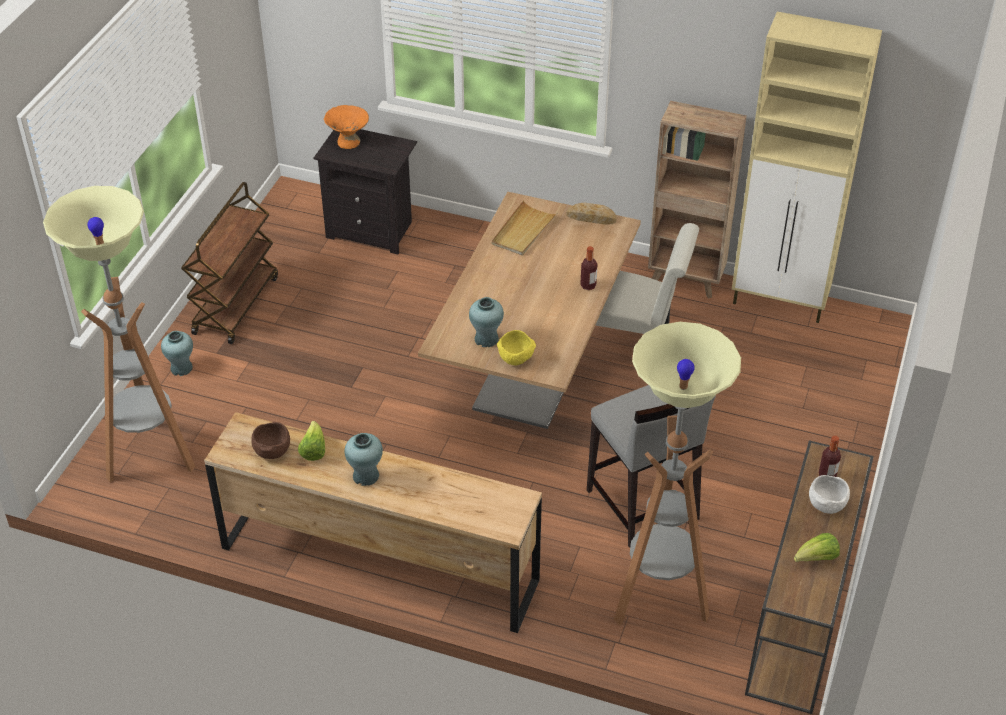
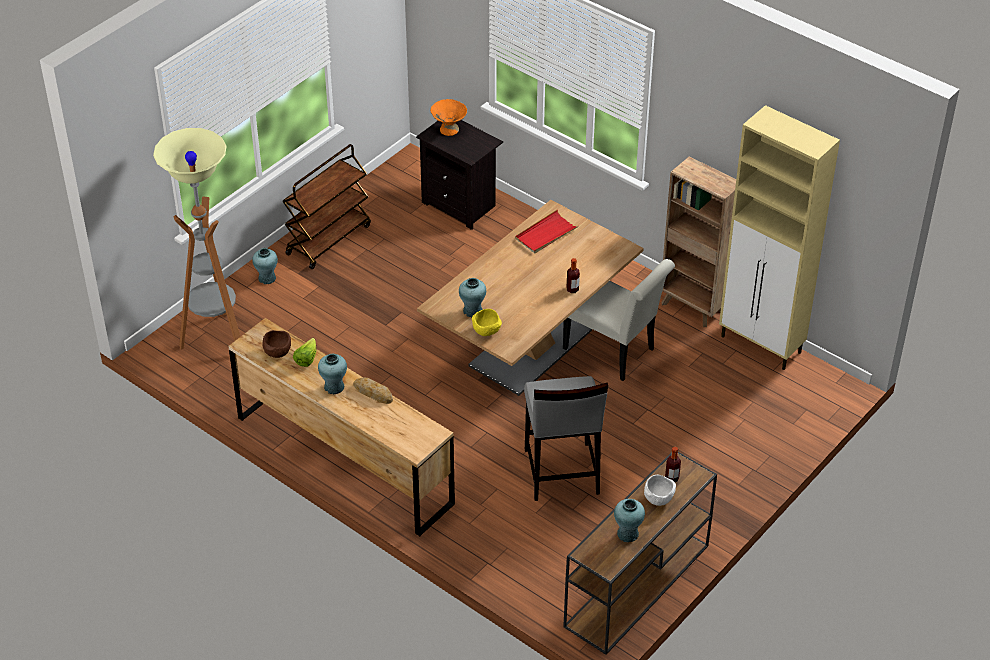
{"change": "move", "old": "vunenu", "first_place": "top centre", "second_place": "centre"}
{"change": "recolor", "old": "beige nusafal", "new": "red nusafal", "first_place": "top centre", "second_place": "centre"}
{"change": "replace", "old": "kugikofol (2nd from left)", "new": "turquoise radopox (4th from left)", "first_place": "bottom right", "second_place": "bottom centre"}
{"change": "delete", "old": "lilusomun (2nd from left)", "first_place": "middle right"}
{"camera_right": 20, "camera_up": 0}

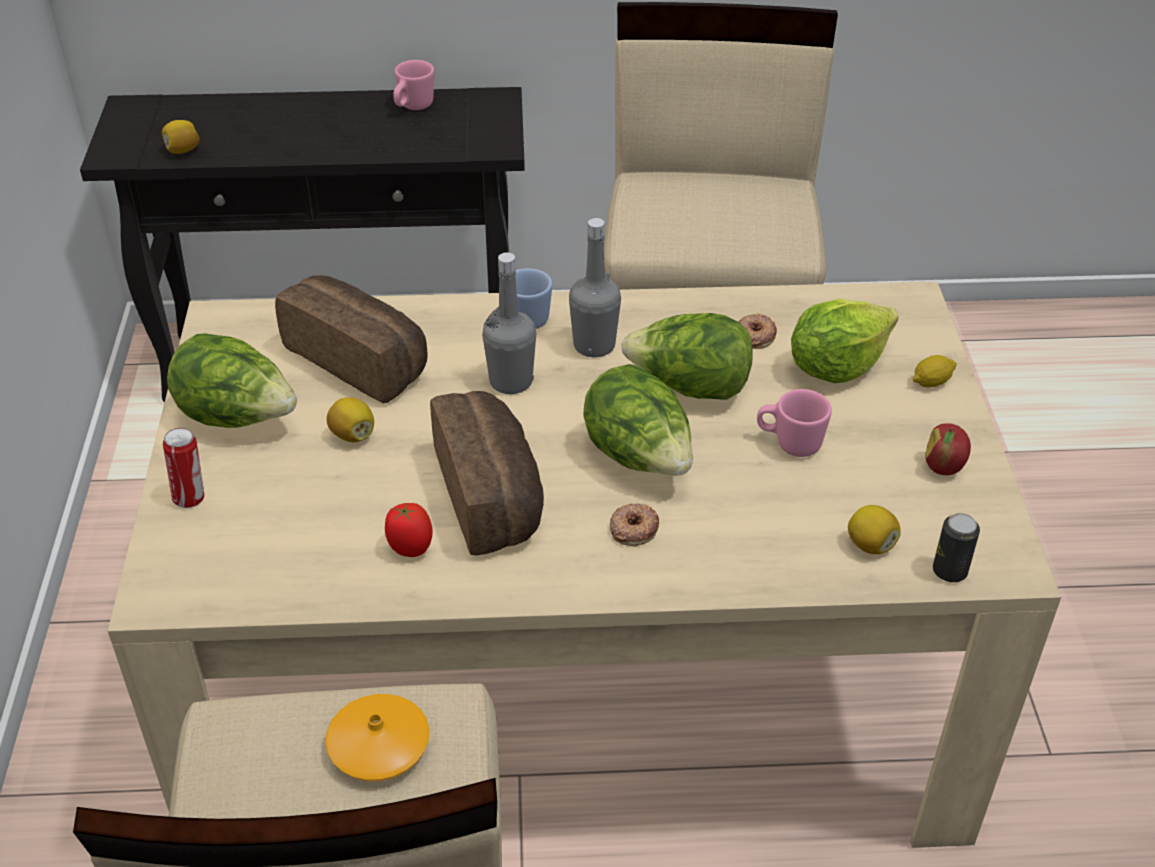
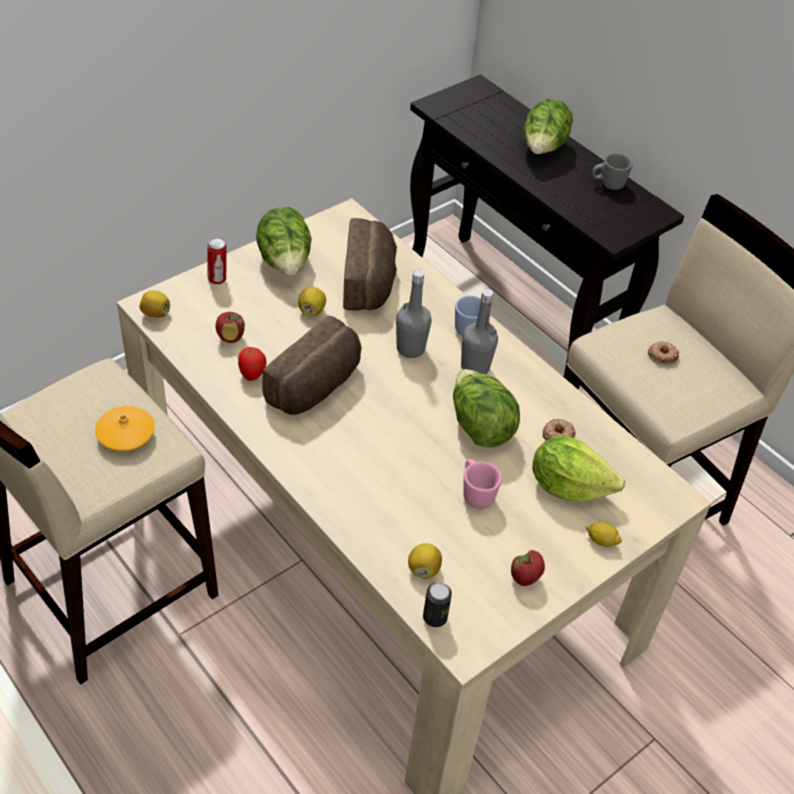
{"change": "move", "old": "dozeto (1st from left)", "first_place": "top left", "second_place": "middle left"}
{"change": "insert", "new": "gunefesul (1st from left)", "second_place": "middle left"}
{"change": "move", "old": "kugikofol (2nd from left in the first image)", "new": "kugikofol (3rd from left)", "first_place": "centre", "second_place": "top right"}
{"change": "recolor", "old": "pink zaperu (1st from left)", "new": "grey zaperu", "first_place": "top centre", "second_place": "top right"}
{"change": "move", "old": "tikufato (1st from left in the first image)", "new": "tikufato (2nd from left)", "first_place": "centre", "second_place": "middle right"}
{"camera_right": 50, "camera_up": 5}

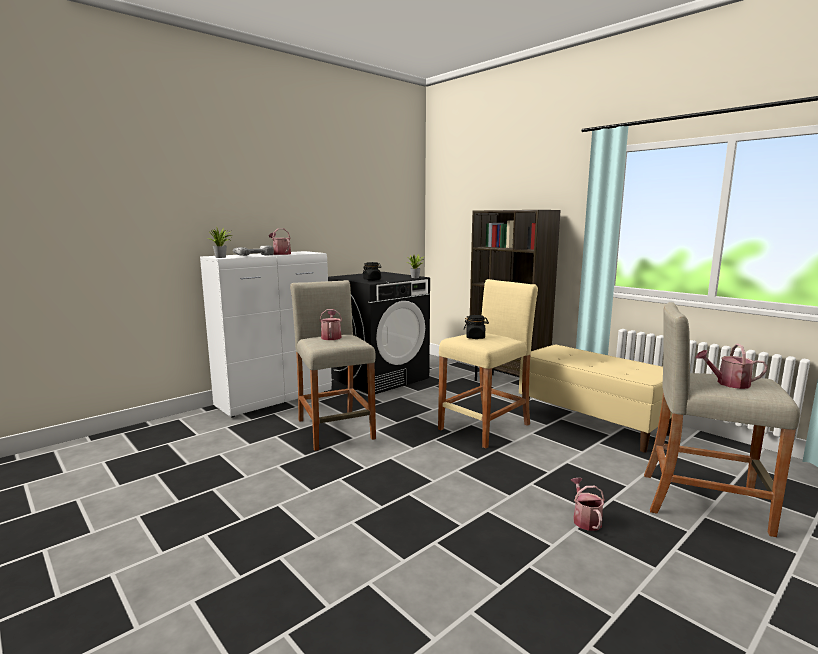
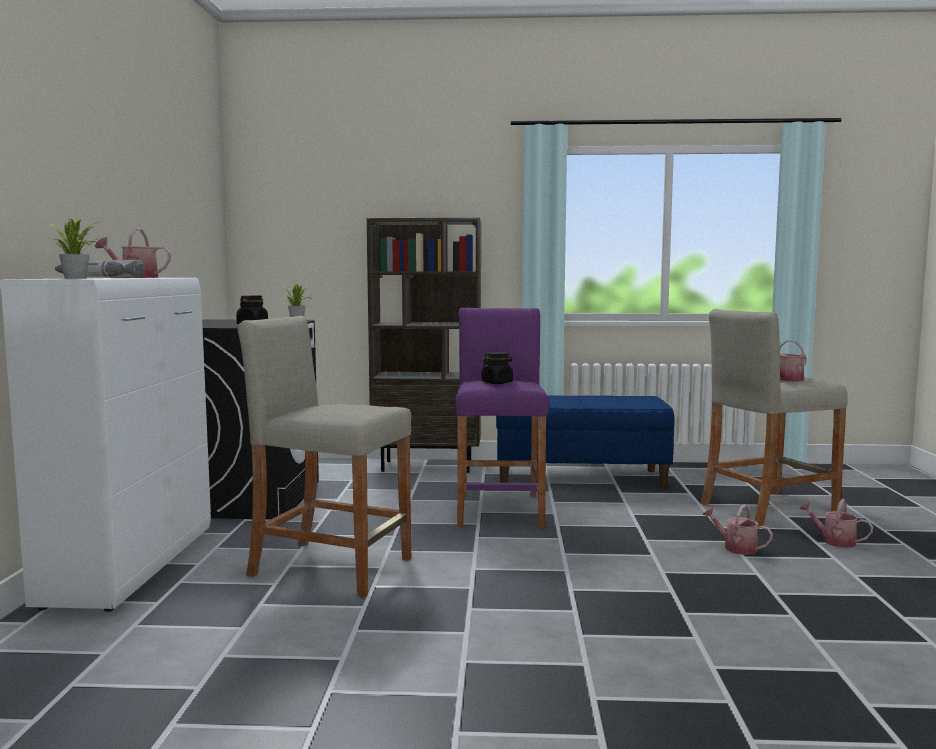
{"change": "recolor", "old": "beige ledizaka (2nd from left)", "new": "purple ledizaka", "first_place": "centre", "second_place": "centre"}
{"change": "recolor", "old": "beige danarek", "new": "blue danarek", "first_place": "middle right", "second_place": "centre"}
{"change": "move", "old": "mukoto (2nd from left in the first image)", "new": "mukoto (4th from left)", "first_place": "centre", "second_place": "bottom right"}
{"camera_right": -45, "camera_up": -5}

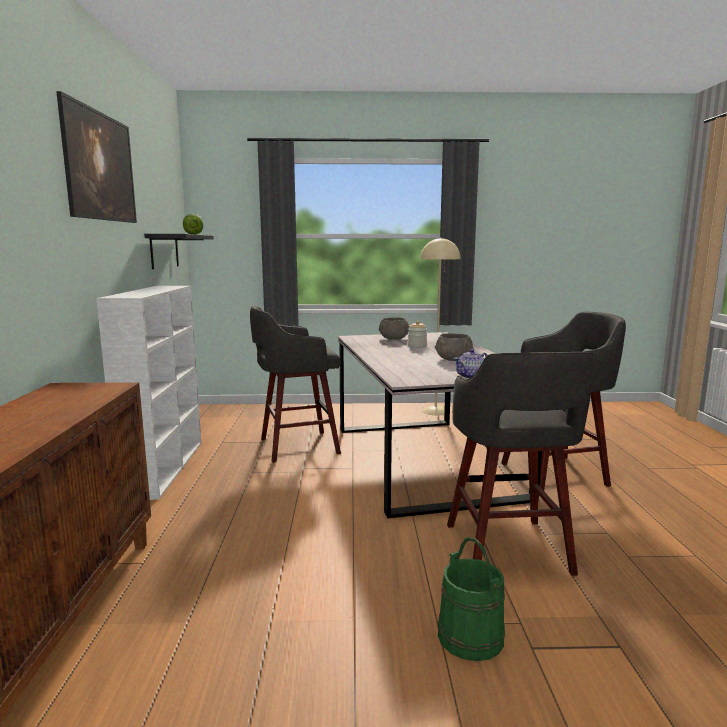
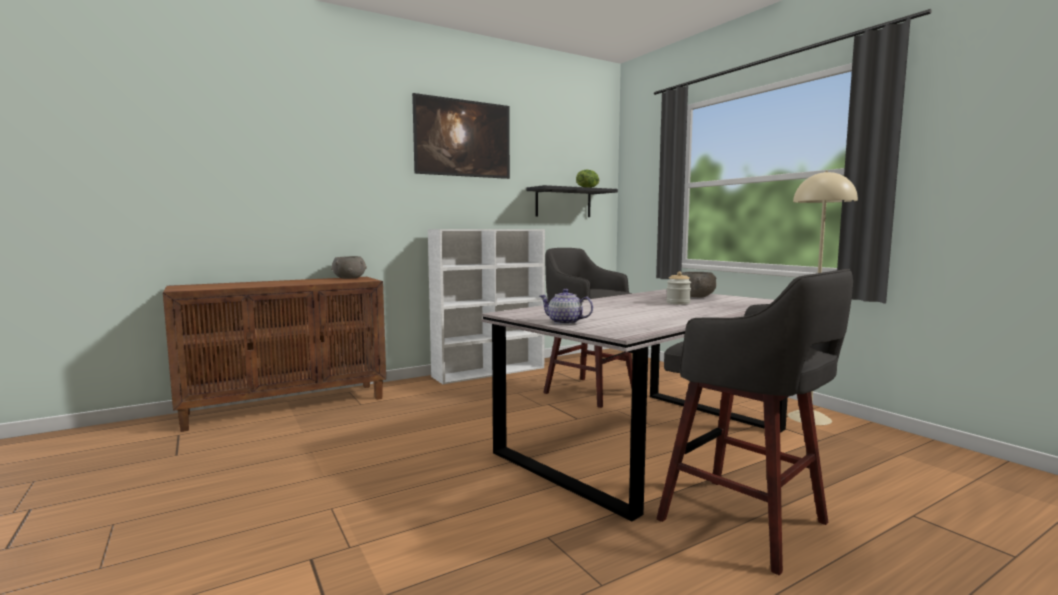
{"change": "move", "old": "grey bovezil (2nd from left in the first image)", "new": "grey bovezil (1st from left)", "first_place": "centre", "second_place": "middle left"}
{"change": "delete", "old": "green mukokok", "first_place": "bottom centre"}
{"change": "delete", "old": "grey ledizaka (2nd from left)", "first_place": "middle right"}
{"camera_right": 60, "camera_up": -5}

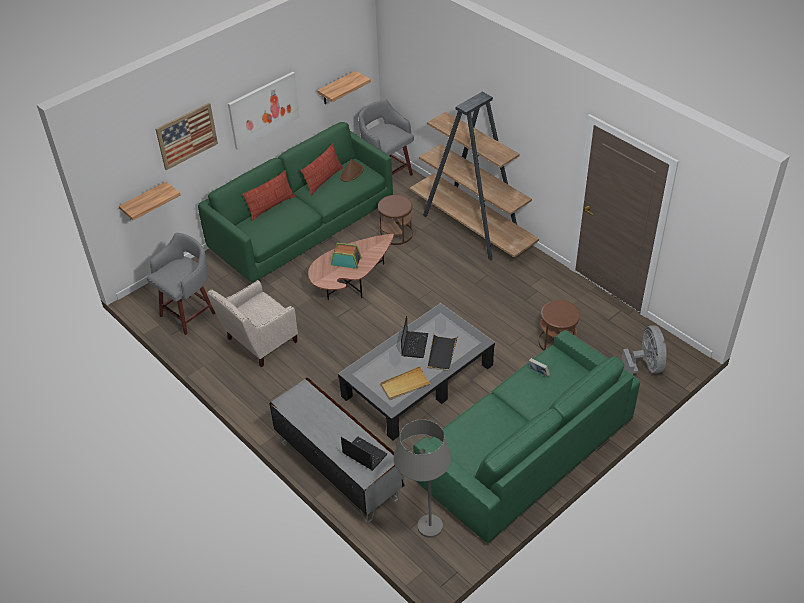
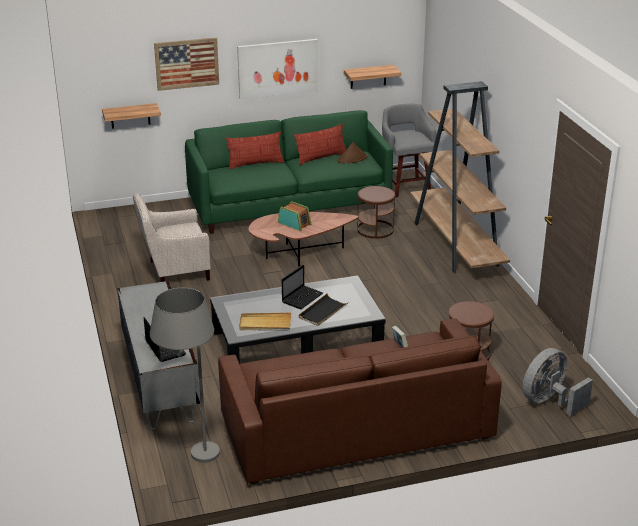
{"change": "recolor", "old": "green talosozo (2nd from left)", "new": "brown talosozo", "first_place": "bottom centre", "second_place": "bottom centre"}
{"change": "rotate", "old": "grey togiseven", "first_place": "middle right", "second_place": "bottom right", "degrees": -150}
{"change": "delete", "old": "grey ledizaka (1st from left)", "first_place": "middle left"}
{"camera_right": 25, "camera_up": -15}

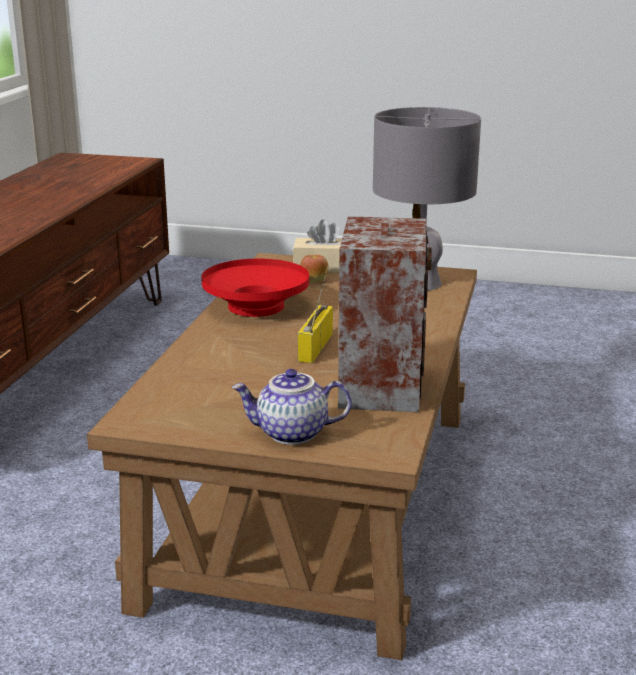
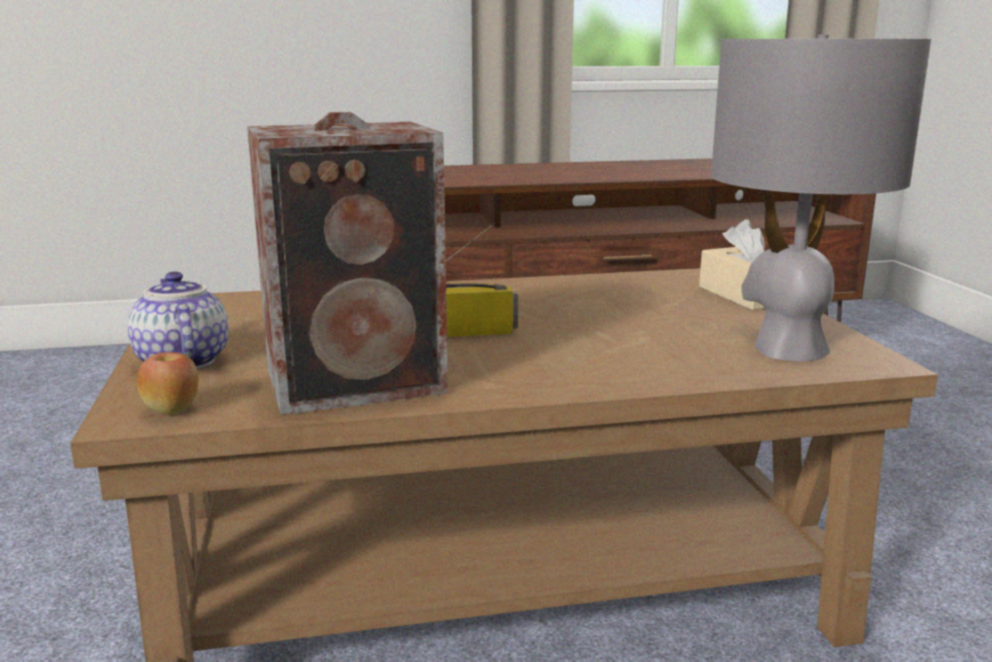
{"change": "move", "old": "gunefesul", "first_place": "centre", "second_place": "middle left"}
{"change": "delete", "old": "red bovezil", "first_place": "centre"}
{"camera_right": 65, "camera_up": -5}

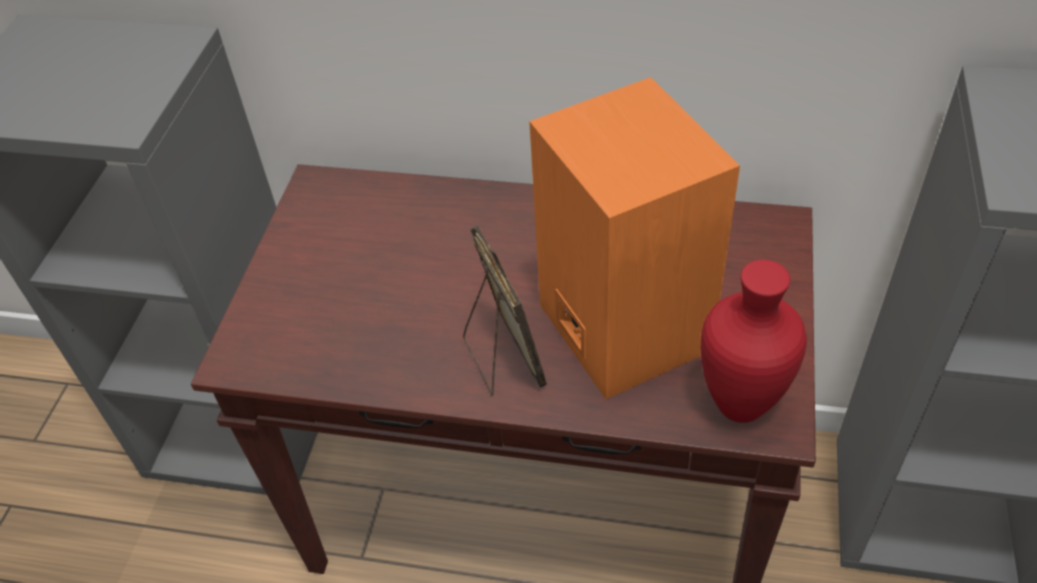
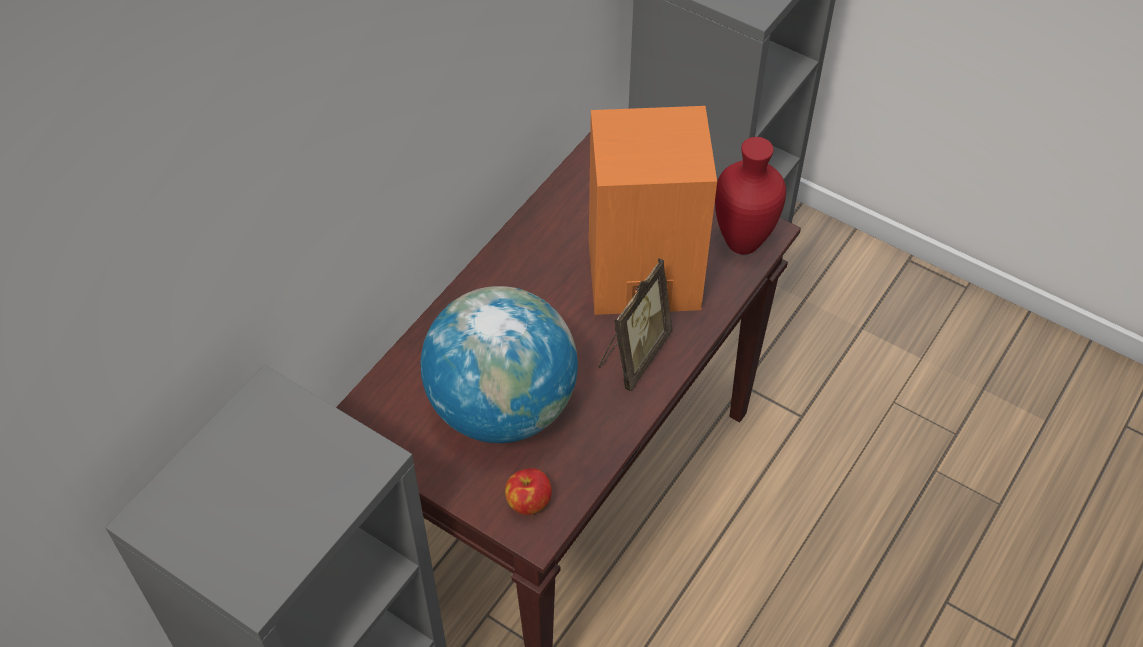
{"change": "insert", "new": "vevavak", "second_place": "centre"}
{"change": "insert", "new": "gunefesul", "second_place": "bottom centre"}
{"change": "rotate", "old": "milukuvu", "first_place": "centre", "second_place": "centre", "degrees": 120}
{"camera_right": -70, "camera_up": 5}

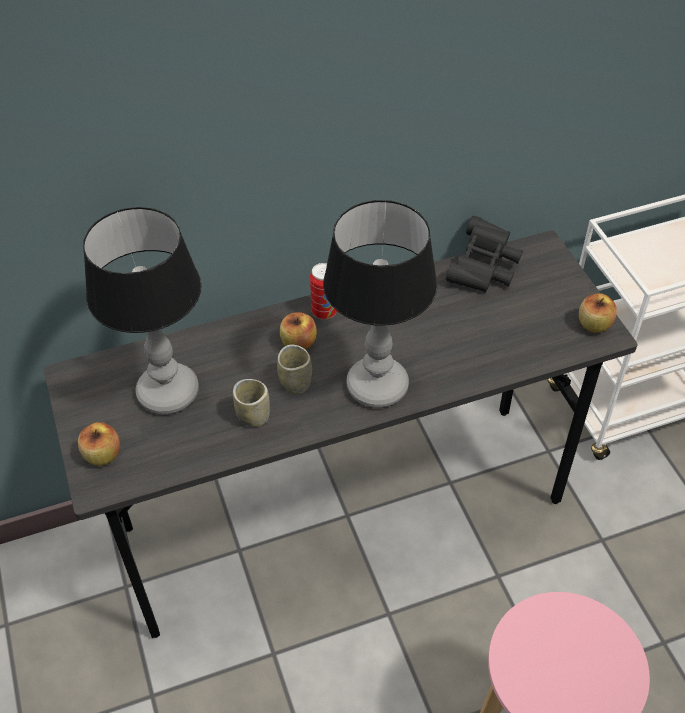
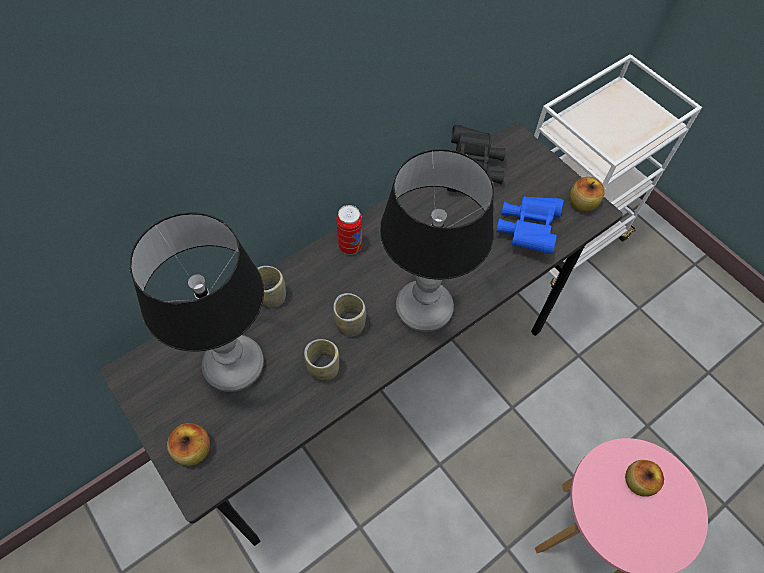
{"change": "insert", "new": "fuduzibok (1st from left)", "second_place": "centre"}
{"change": "insert", "new": "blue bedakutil", "second_place": "middle right"}
{"change": "move", "old": "gunefesul (2nd from left in the first image)", "new": "gunefesul (3rd from left)", "first_place": "centre", "second_place": "bottom right"}
{"camera_right": -20, "camera_up": 10}

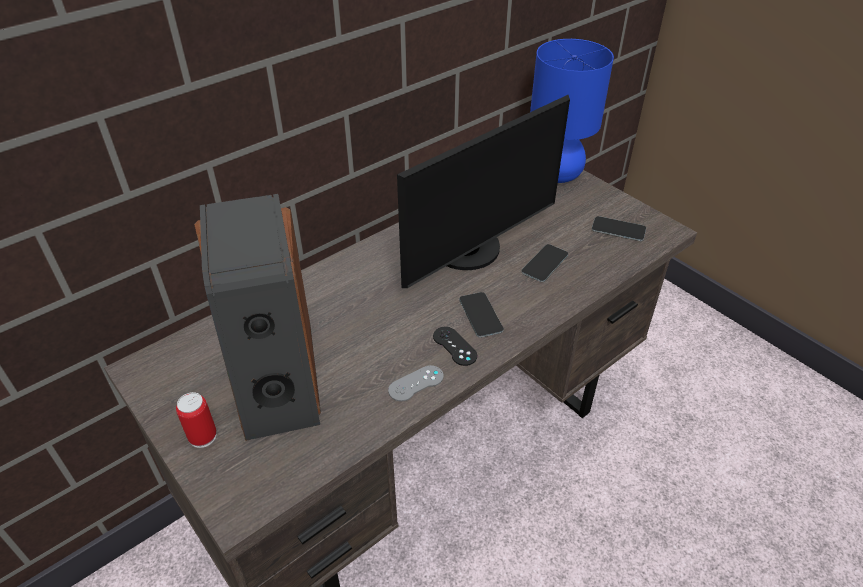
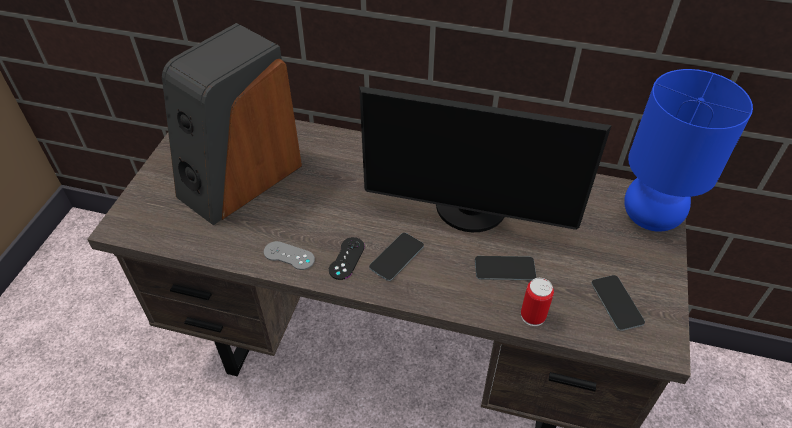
{"change": "move", "old": "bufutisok", "first_place": "bottom left", "second_place": "bottom right"}
{"camera_right": 55, "camera_up": 5}

